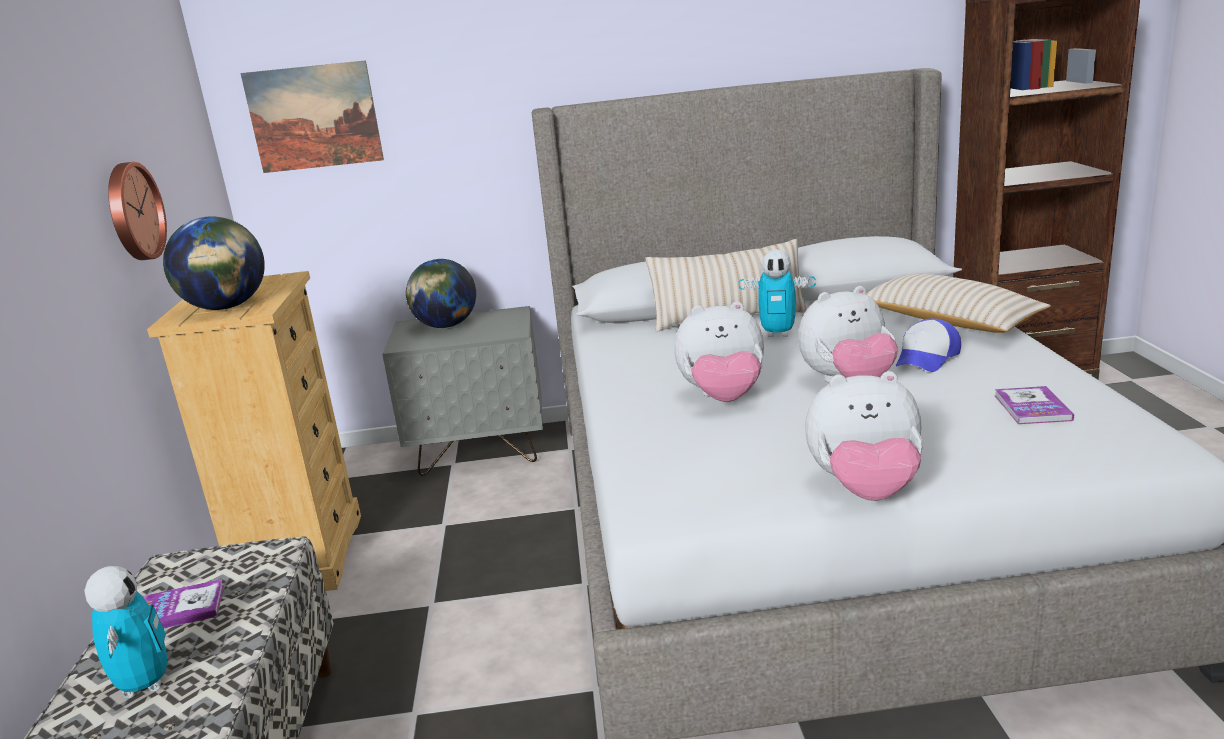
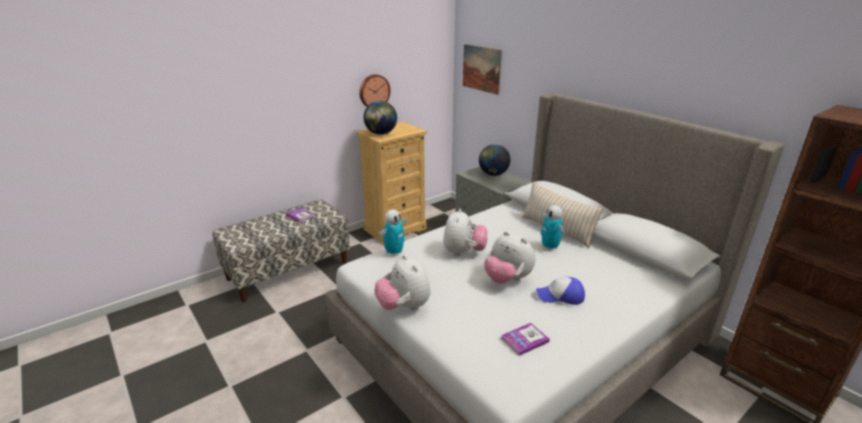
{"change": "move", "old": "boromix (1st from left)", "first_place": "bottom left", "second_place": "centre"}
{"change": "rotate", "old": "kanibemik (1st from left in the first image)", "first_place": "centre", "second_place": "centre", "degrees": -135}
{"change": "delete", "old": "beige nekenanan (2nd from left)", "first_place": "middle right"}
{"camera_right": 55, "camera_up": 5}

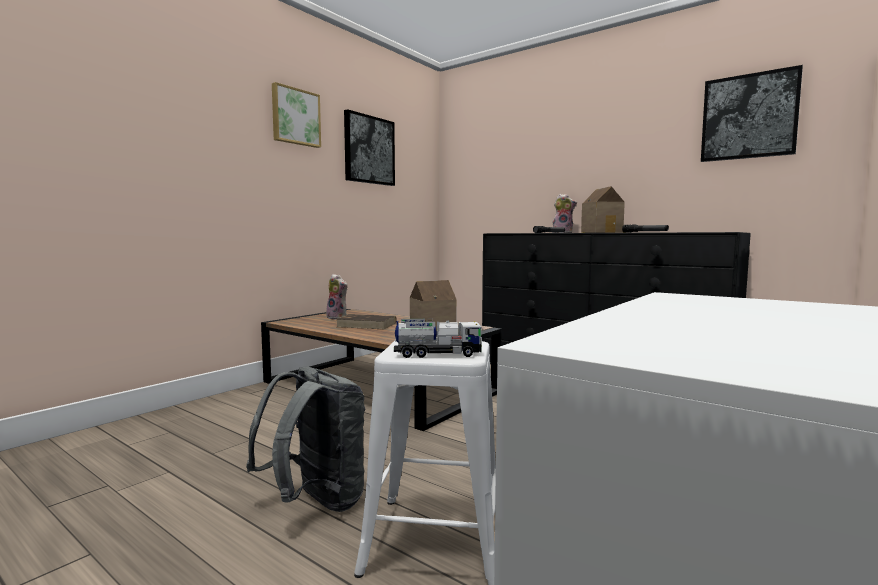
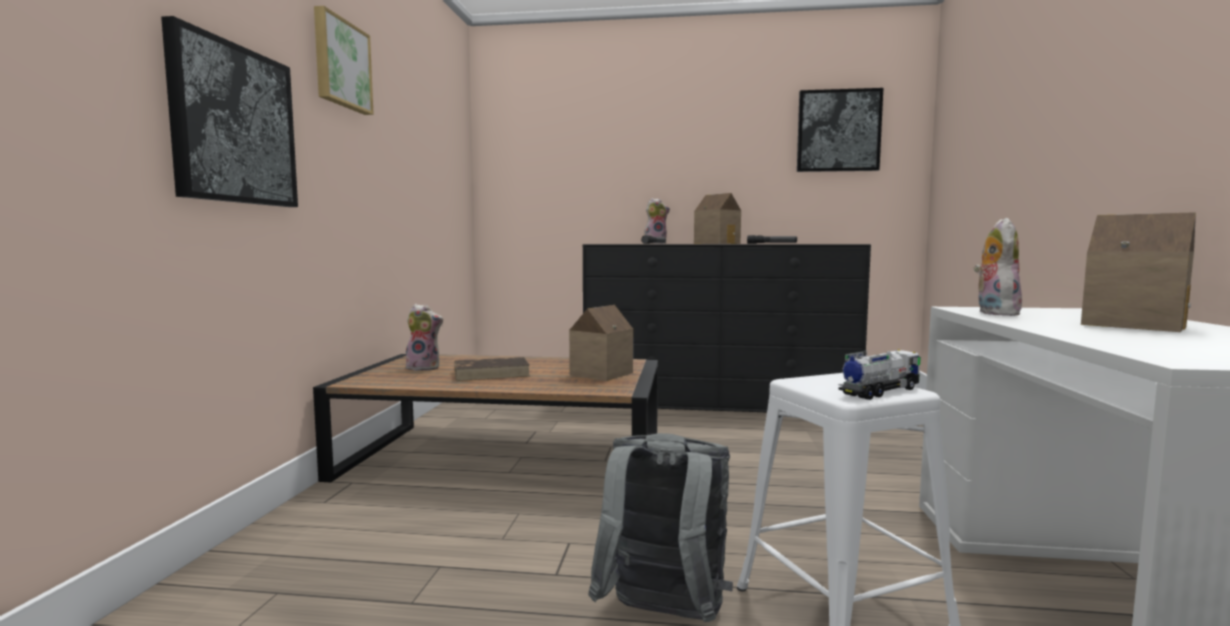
{"change": "move", "old": "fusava (2nd from left in the first image)", "new": "fusava (1st from left)", "first_place": "top centre", "second_place": "top left"}
{"change": "insert", "new": "kanibemik (3rd from left)", "second_place": "middle right"}
{"change": "insert", "new": "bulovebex (3rd from left)", "second_place": "middle right"}
{"camera_right": -30, "camera_up": 0}

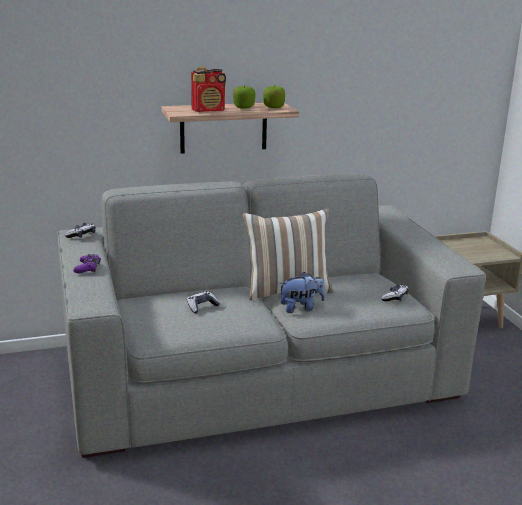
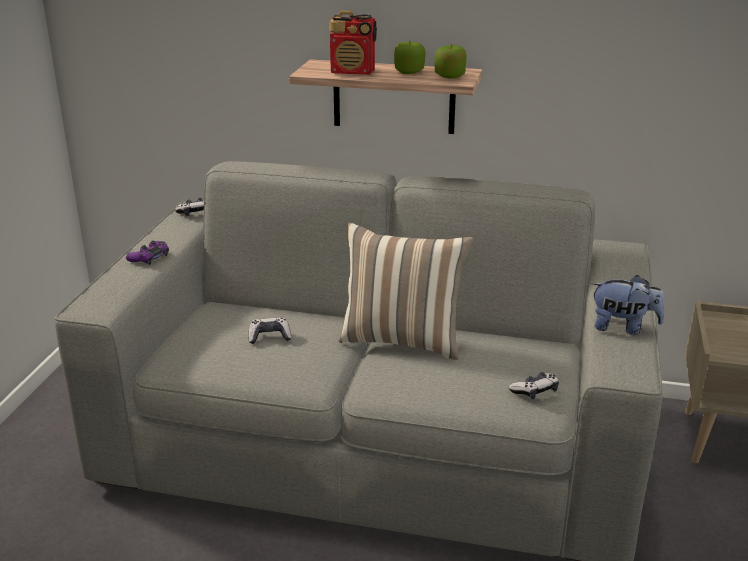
{"change": "move", "old": "kanibemik", "first_place": "centre", "second_place": "middle right"}
{"camera_right": 30, "camera_up": 5}

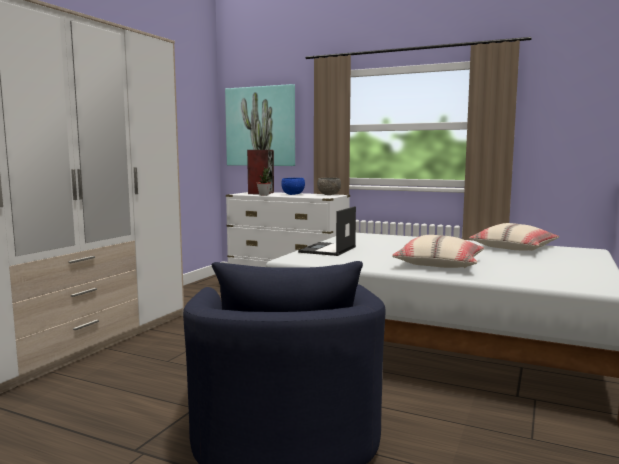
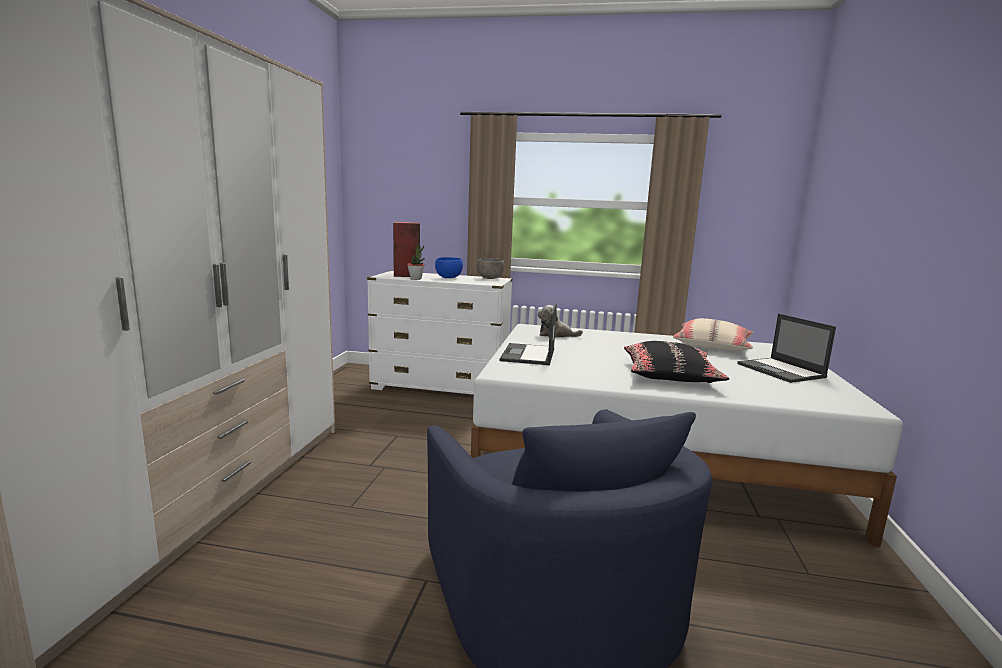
{"change": "insert", "new": "kanibemik", "second_place": "centre"}
{"change": "recolor", "old": "beige nekenanan (1st from left)", "new": "black nekenanan", "first_place": "middle right", "second_place": "middle right"}
{"change": "insert", "new": "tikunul (2nd from left)", "second_place": "middle right"}
{"change": "delete", "old": "fusava", "first_place": "top centre"}
{"camera_right": -15, "camera_up": 5}

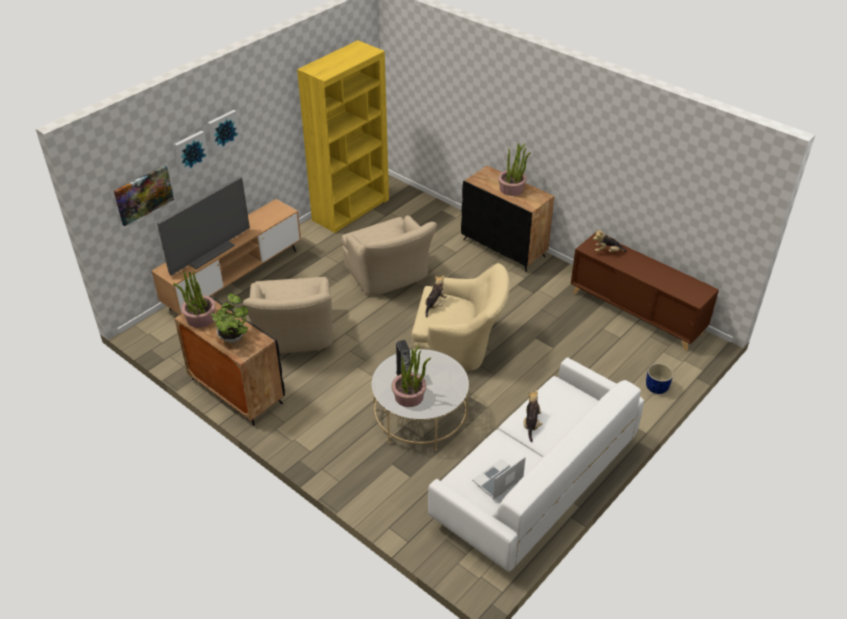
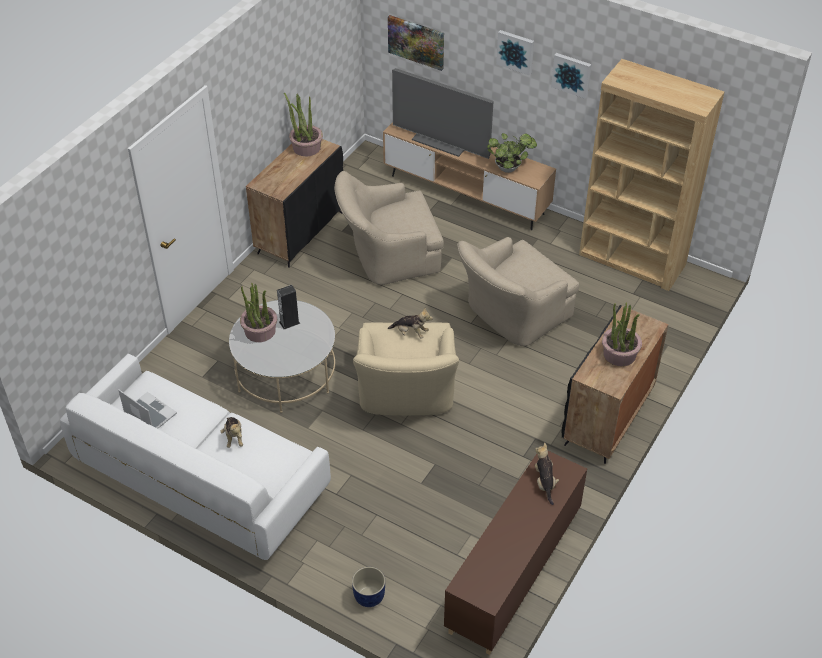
{"change": "rotate", "old": "kanibemik (2nd from left in the first image)", "first_place": "bottom centre", "second_place": "middle left", "degrees": 75}
{"change": "move", "old": "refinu (2nd from left in the first image)", "new": "refinu (3rd from left)", "first_place": "middle left", "second_place": "top centre"}
{"change": "move", "old": "fusava (2nd from left in the first image)", "new": "fusava (3rd from left)", "first_place": "top left", "second_place": "top right"}
{"change": "recolor", "old": "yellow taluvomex", "new": "brown taluvomex", "first_place": "top centre", "second_place": "top right"}
{"camera_right": 80, "camera_up": 5}

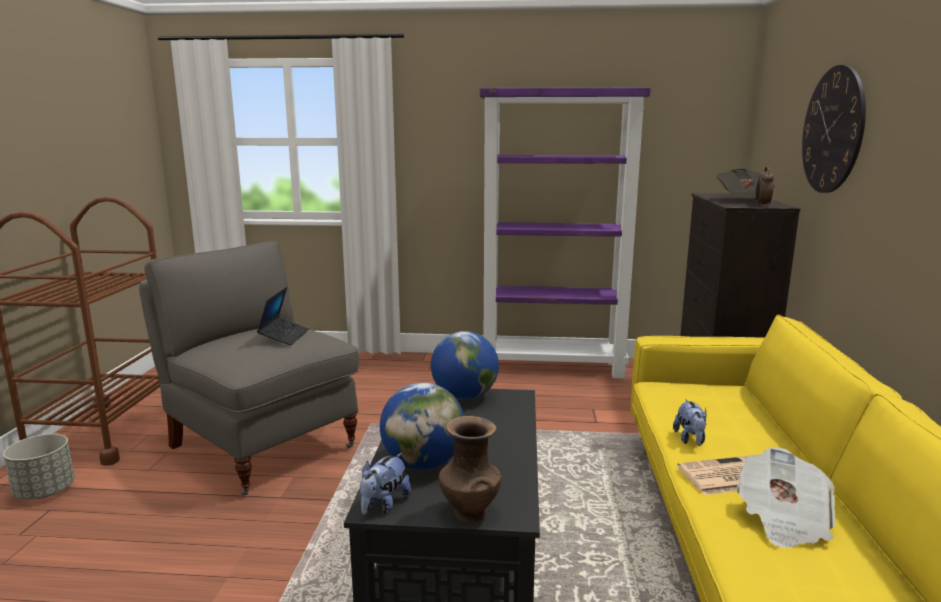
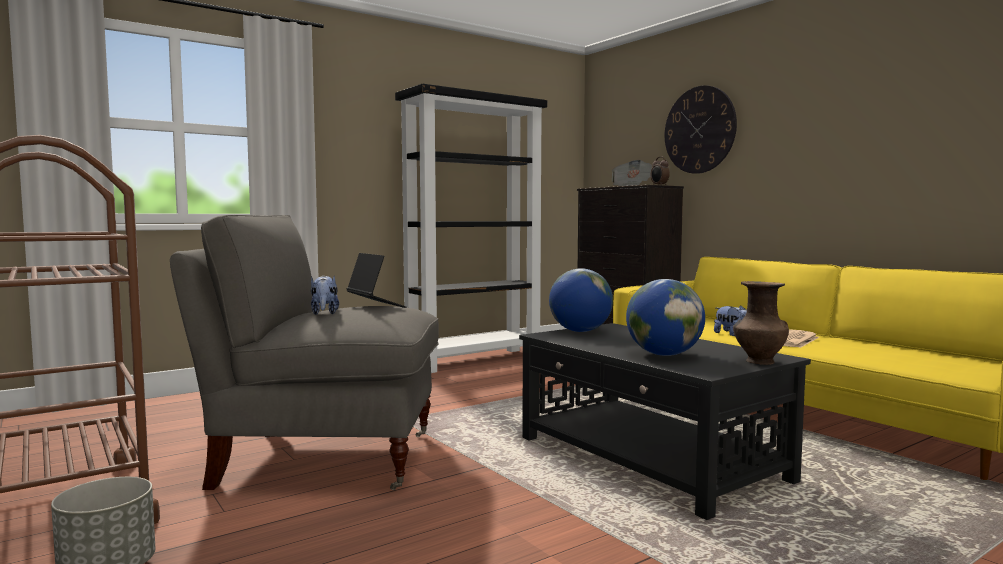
{"change": "move", "old": "kanibemik (1st from left)", "first_place": "bottom centre", "second_place": "middle left"}
{"change": "recolor", "old": "purple taluvomex", "new": "black taluvomex", "first_place": "centre", "second_place": "centre"}
{"change": "delete", "old": "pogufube (3rd from left)", "first_place": "bottom right"}
{"camera_right": -40, "camera_up": -10}

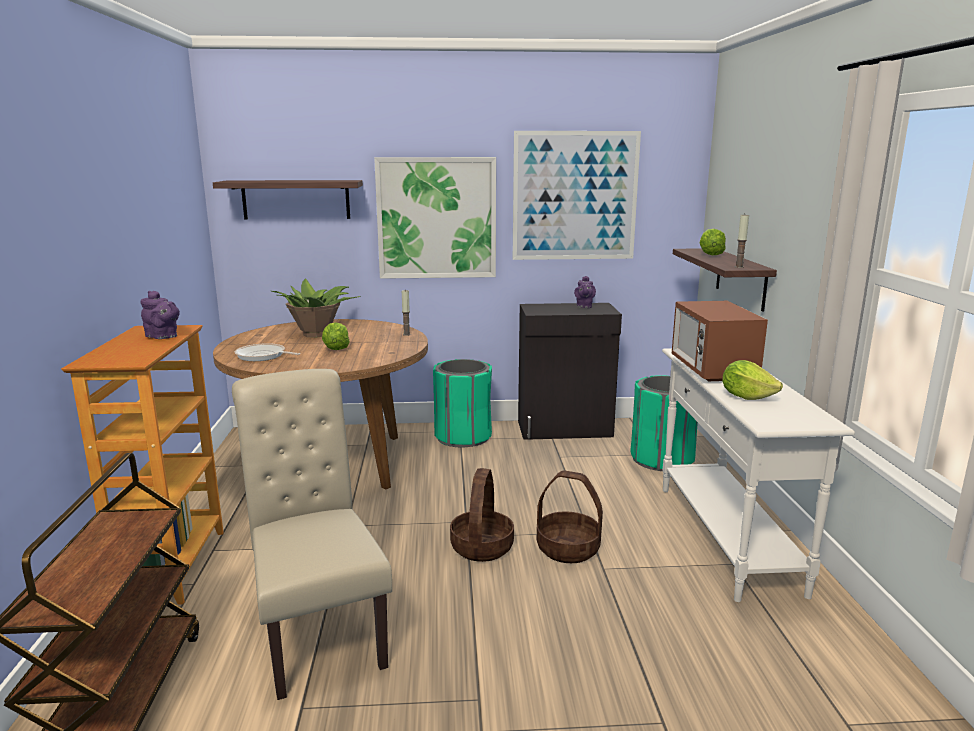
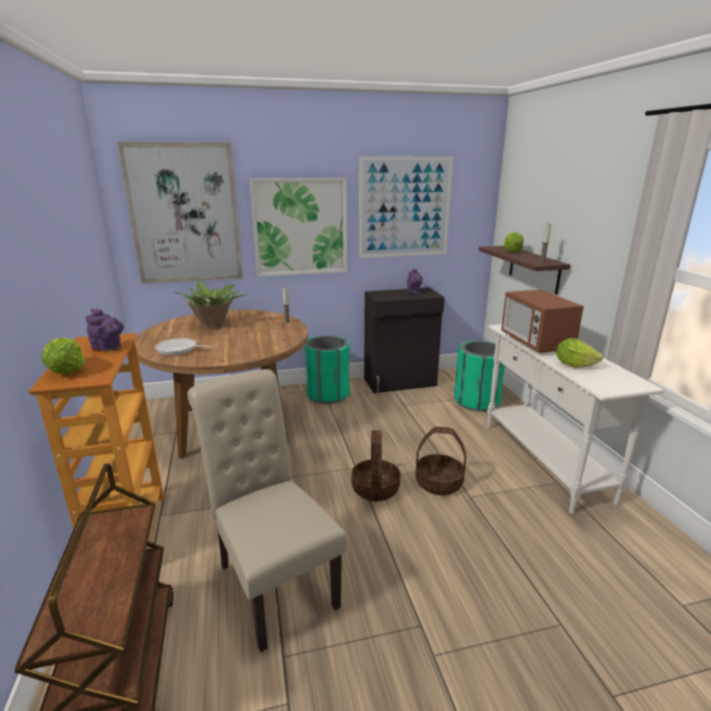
{"change": "move", "old": "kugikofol (1st from left)", "first_place": "centre", "second_place": "middle left"}
{"change": "replace", "old": "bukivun (1st from left)", "new": "fusava (1st from left)", "first_place": "top left", "second_place": "top left"}
{"camera_right": -10, "camera_up": 5}

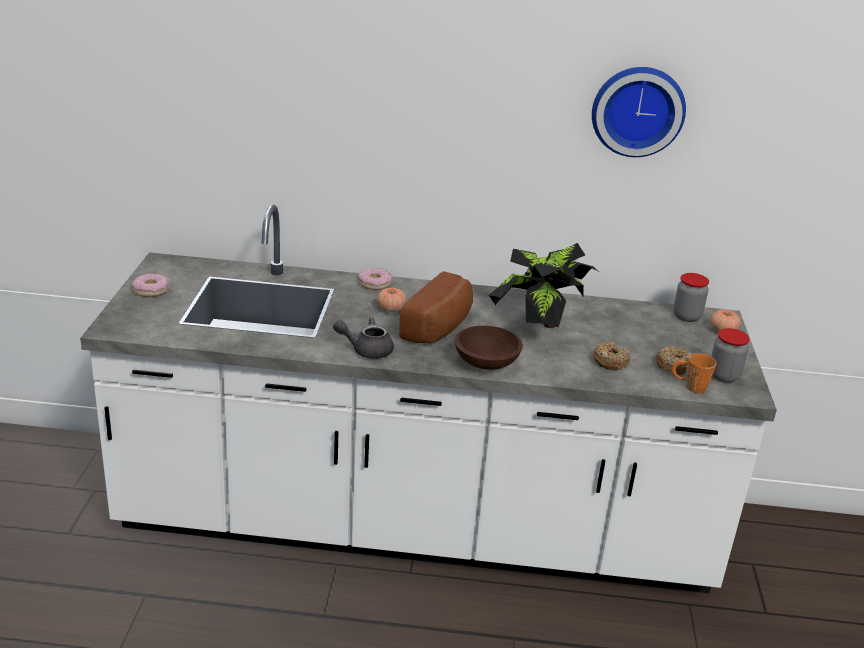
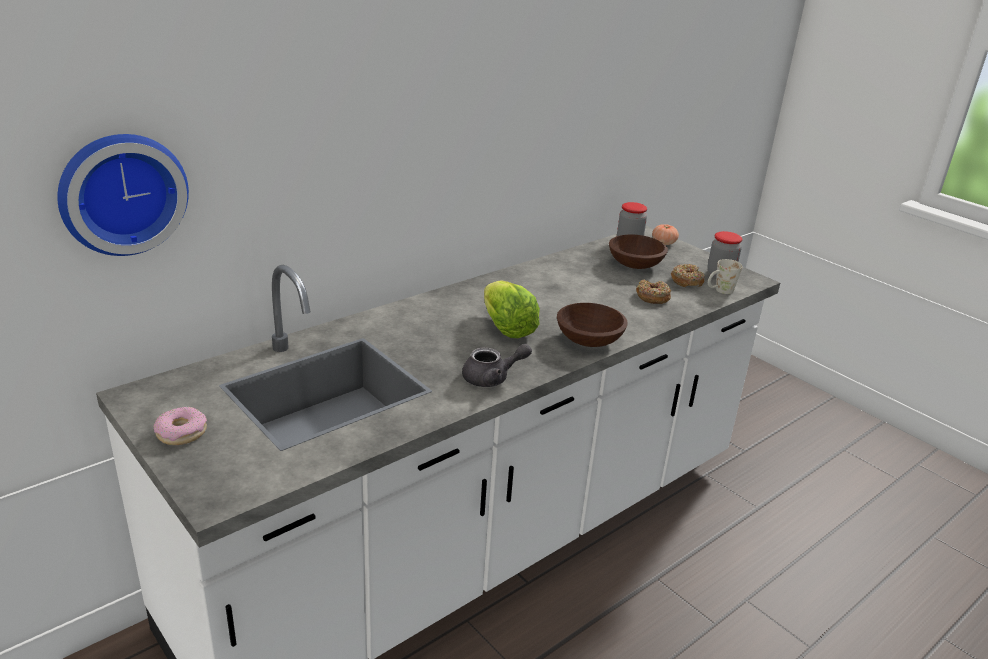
{"change": "move", "old": "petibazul", "first_place": "top right", "second_place": "top left"}
{"change": "rotate", "old": "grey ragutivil", "first_place": "centre", "second_place": "centre", "degrees": -150}
{"change": "replace", "old": "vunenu", "new": "kugikofol", "first_place": "centre", "second_place": "centre"}
{"change": "insert", "new": "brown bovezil (2nd from left)", "second_place": "centre"}
{"change": "recolor", "old": "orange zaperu", "new": "white zaperu", "first_place": "middle right", "second_place": "middle right"}
{"change": "delete", "old": "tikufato (2nd from left)", "first_place": "centre"}
{"change": "delete", "old": "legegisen (1st from left)", "first_place": "centre"}
{"change": "delete", "old": "refinu", "first_place": "centre"}
{"camera_right": -45, "camera_up": 0}

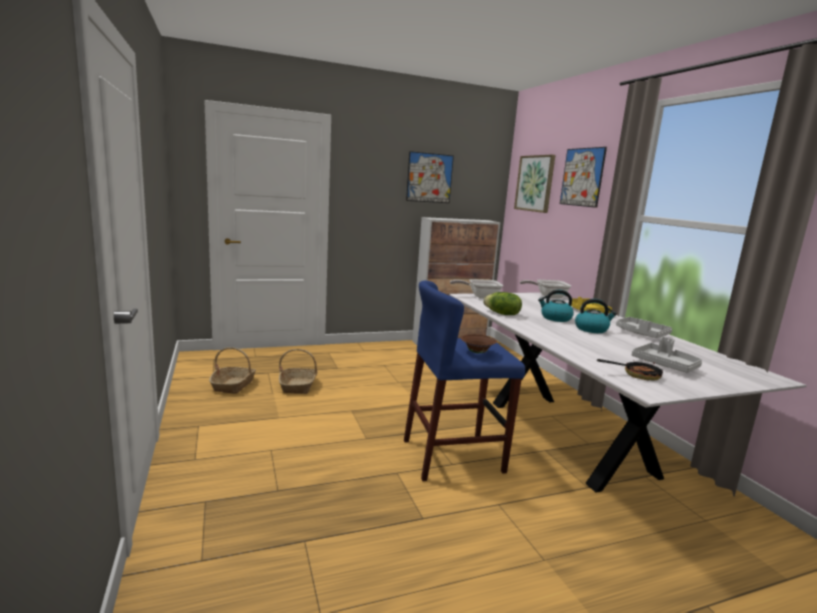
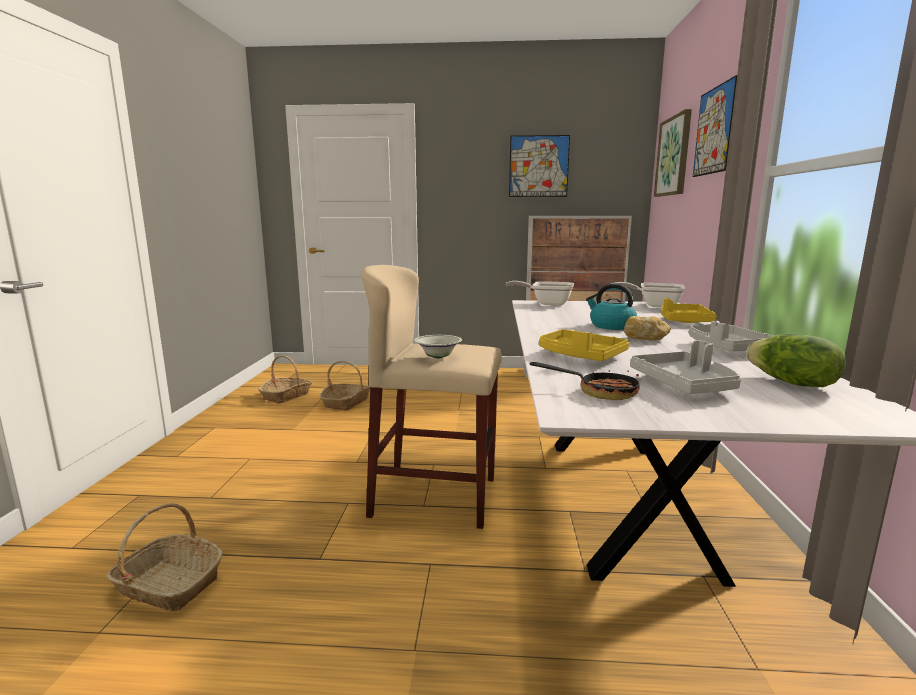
{"change": "insert", "new": "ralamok (1st from left)", "second_place": "bottom left"}
{"change": "recolor", "old": "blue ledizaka", "new": "beige ledizaka", "first_place": "centre", "second_place": "centre"}
{"change": "recolor", "old": "brown bovezil", "new": "white bovezil", "first_place": "centre", "second_place": "centre"}
{"change": "insert", "new": "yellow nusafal (1st from left)", "second_place": "centre"}
{"change": "replace", "old": "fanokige (2nd from left)", "new": "vunenu", "first_place": "middle right", "second_place": "middle right"}
{"change": "move", "old": "kugikofol", "first_place": "centre", "second_place": "middle right"}
{"camera_right": 25, "camera_up": 0}

